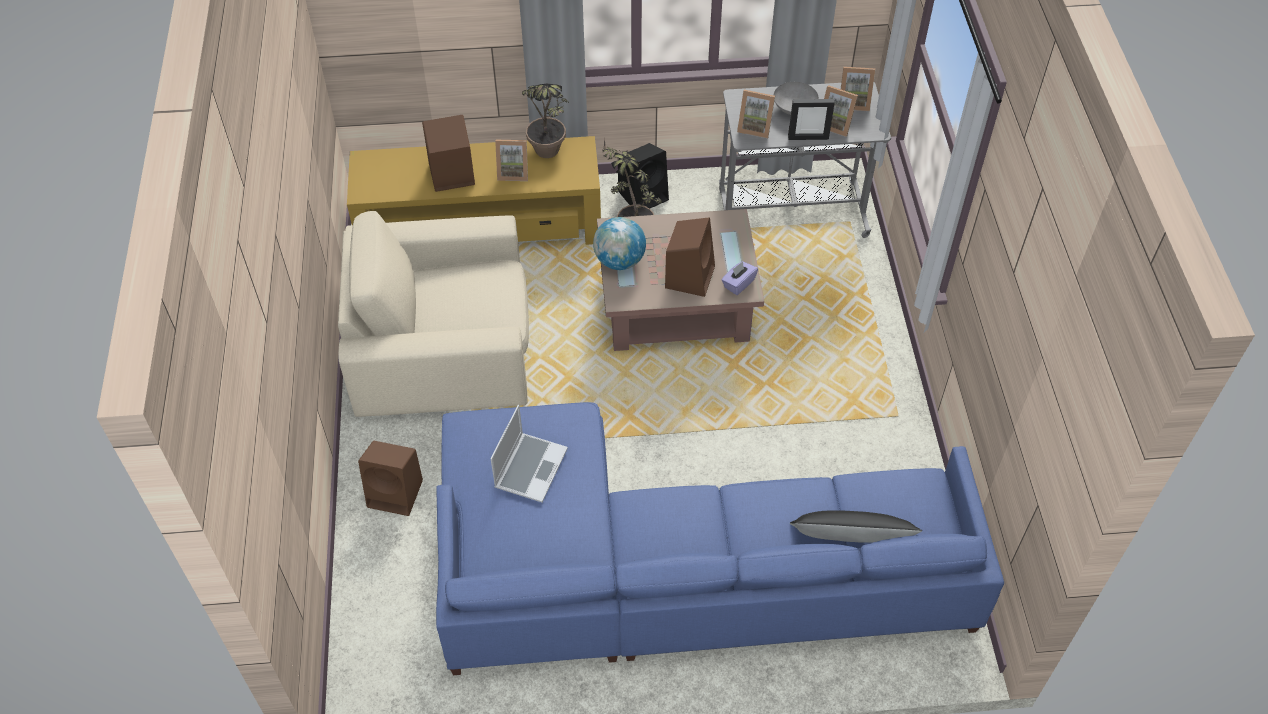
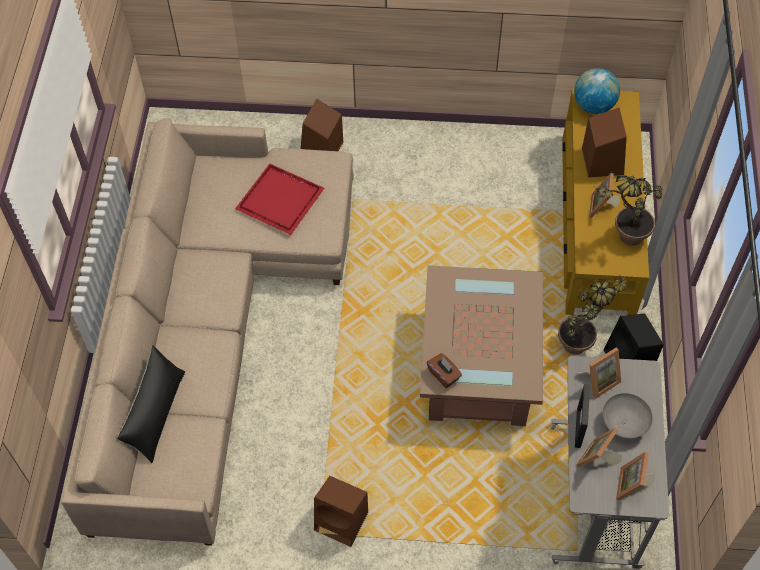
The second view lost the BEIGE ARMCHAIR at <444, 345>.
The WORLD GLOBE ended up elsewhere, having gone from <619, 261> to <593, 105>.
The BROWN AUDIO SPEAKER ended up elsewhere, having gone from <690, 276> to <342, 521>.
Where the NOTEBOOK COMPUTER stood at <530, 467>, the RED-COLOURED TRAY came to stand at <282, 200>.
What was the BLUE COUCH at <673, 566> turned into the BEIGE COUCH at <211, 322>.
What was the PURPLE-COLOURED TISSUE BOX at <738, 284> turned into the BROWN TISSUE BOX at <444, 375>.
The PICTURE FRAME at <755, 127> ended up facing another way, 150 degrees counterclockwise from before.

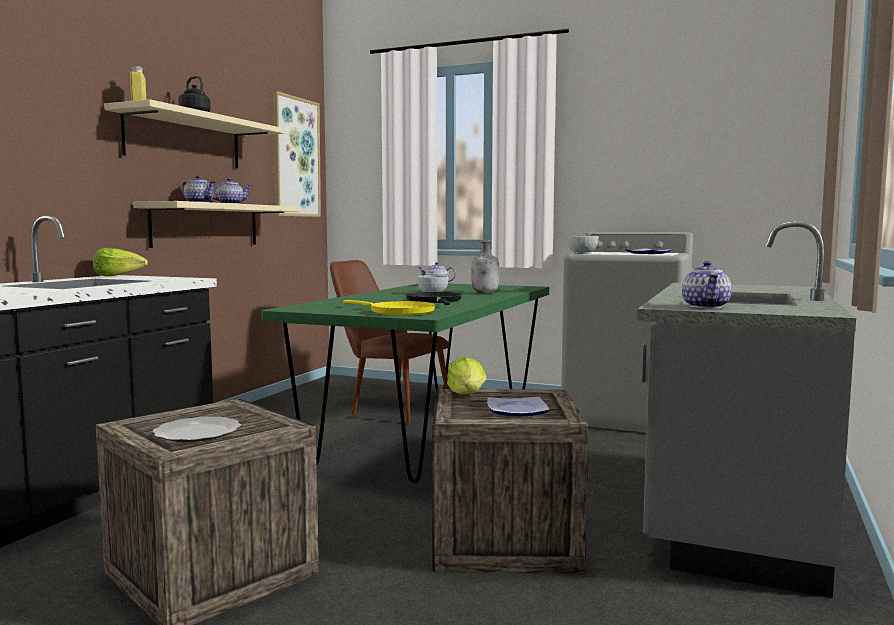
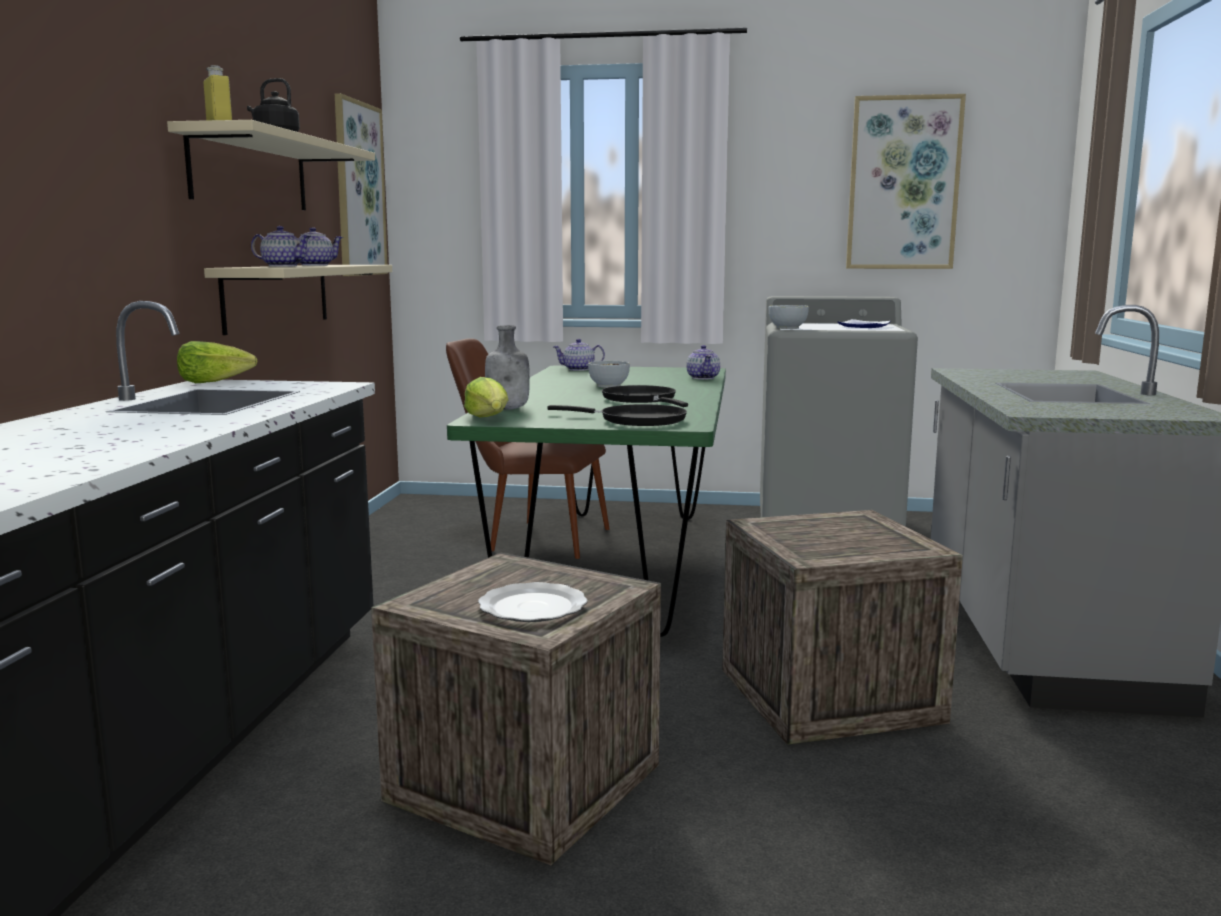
The second view lost the PLATE at <516, 410>.
The second view gained the WALL ART at <903, 183>.
The LETTUCE ended up elsewhere, having gone from <468, 395> to <489, 418>.
The GRAY DRINK BOTTLE ended up elsewhere, having gone from <485, 293> to <509, 408>.
The POT FOR TEA ended up elsewhere, having gone from <706, 306> to <703, 378>.
What was the YELLOWISH PAN at <398, 312> turned into the BLACKISH PAN at <636, 420>.

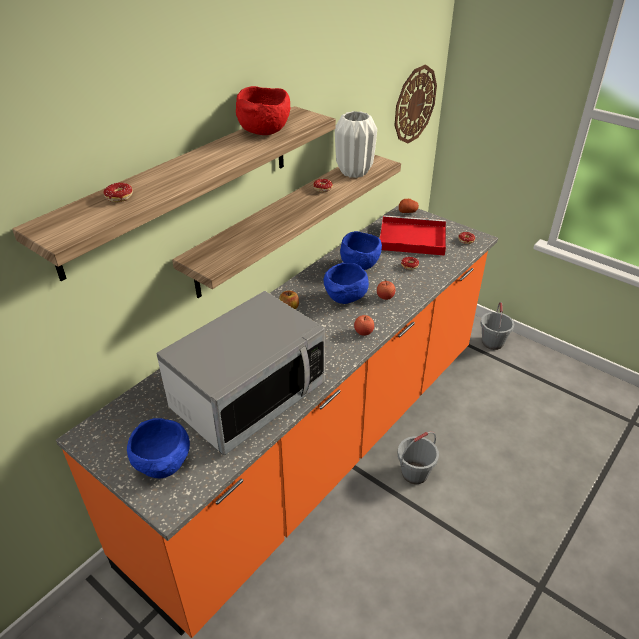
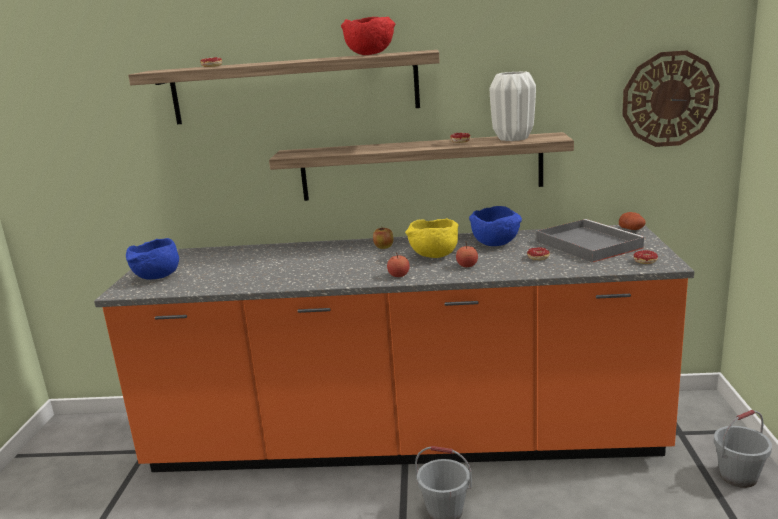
The second view lost the KITCHEN MICROWAVE at <248, 397>.
What was the BLUE SERVING BOWL at <345, 299> turned into the YELLOWISH SERVING BOWL at <433, 256>.
What was the RED-COLOURED TRAY at <410, 238> turned into the GRAY TRAY at <586, 244>.

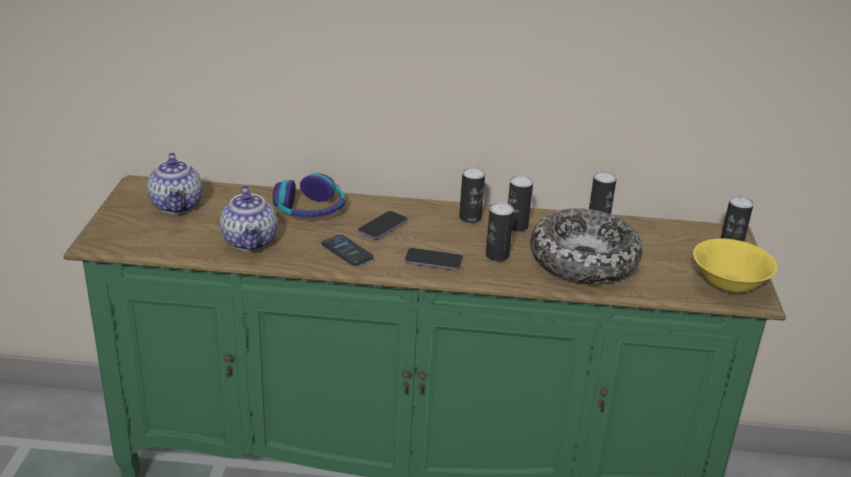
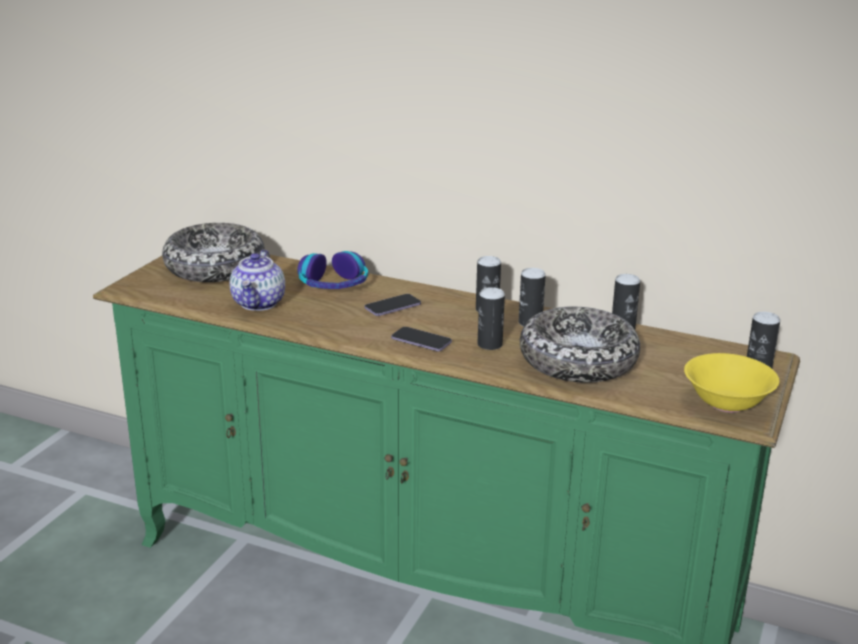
The second view lost the HANDSET at <347, 251>.
Where the POT FOR TEA stood at <177, 205>, the SERVING BOWL came to stand at <215, 267>.

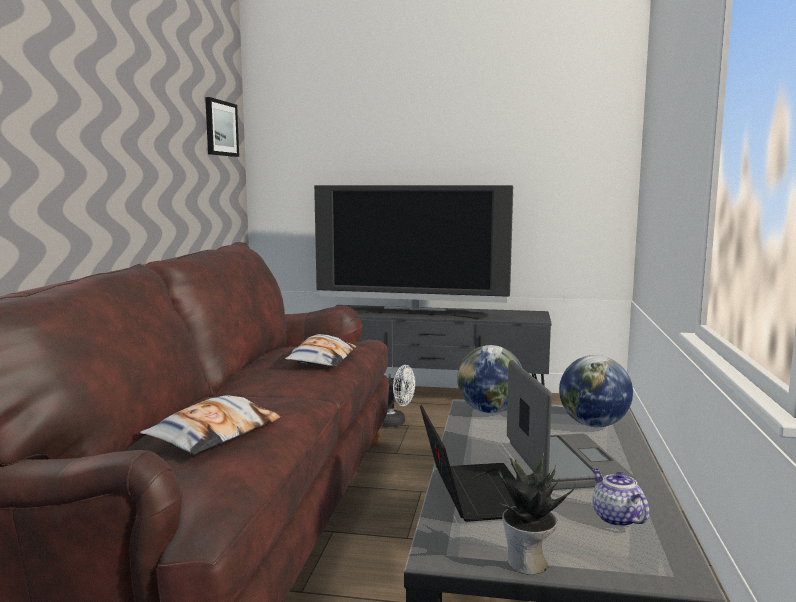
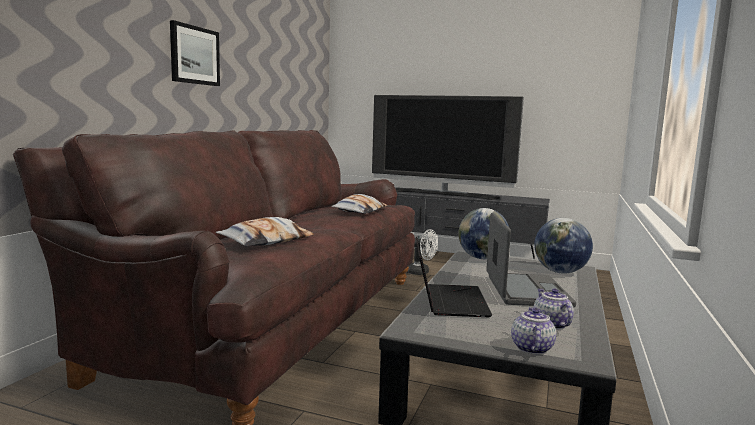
The second view lost the HOUSEPLANT at <528, 564>.
The second view gained the POT FOR TEA at <531, 348>.
The WALL ART ended up elsewhere, having gone from <221, 128> to <194, 55>.

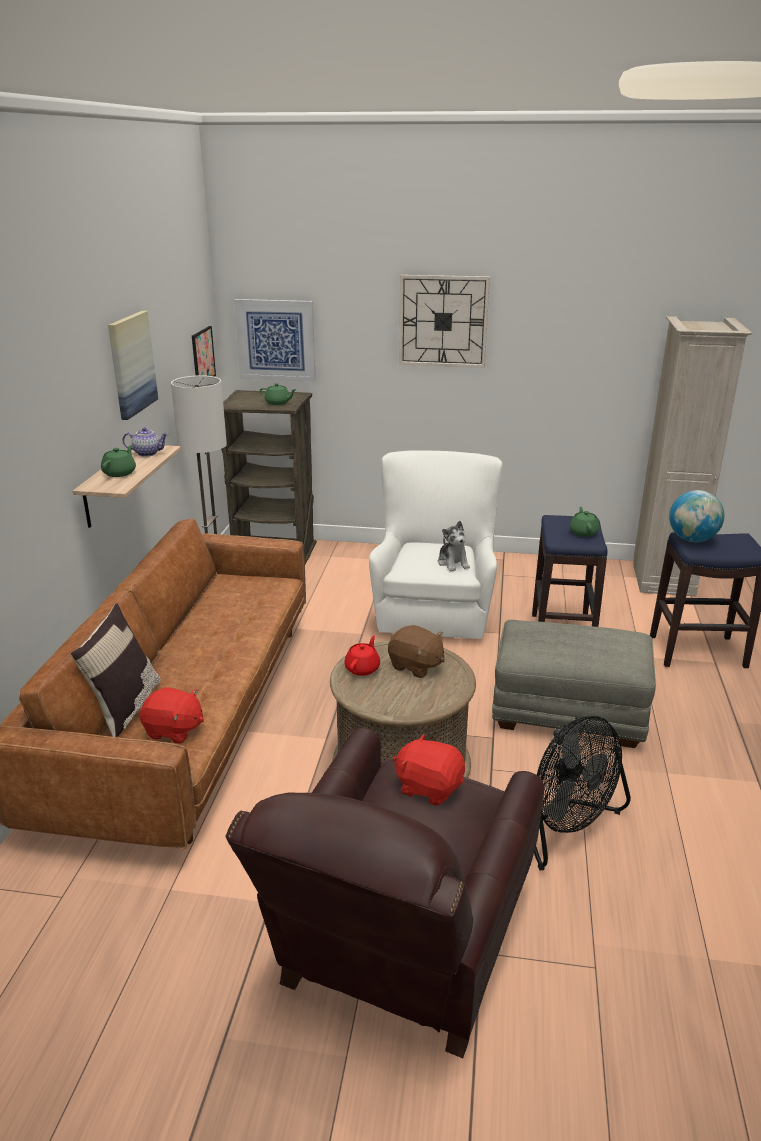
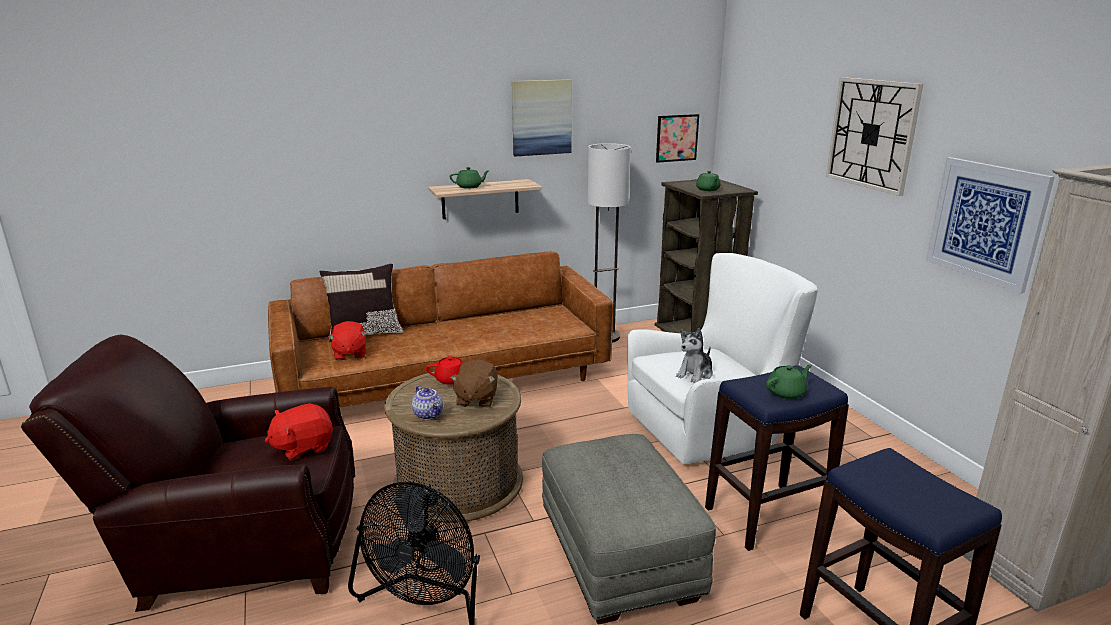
The second view lost the WORLD GLOBE at <692, 540>.
The POT FOR TEA ended up elsewhere, having gone from <147, 453> to <429, 414>.
The WALL ART ended up elsewhere, having gone from <276, 340> to <986, 222>.
The RED-COLOURED SOFT TOY at <429, 787> ended up facing another way, 120 degrees counterclockwise from before.

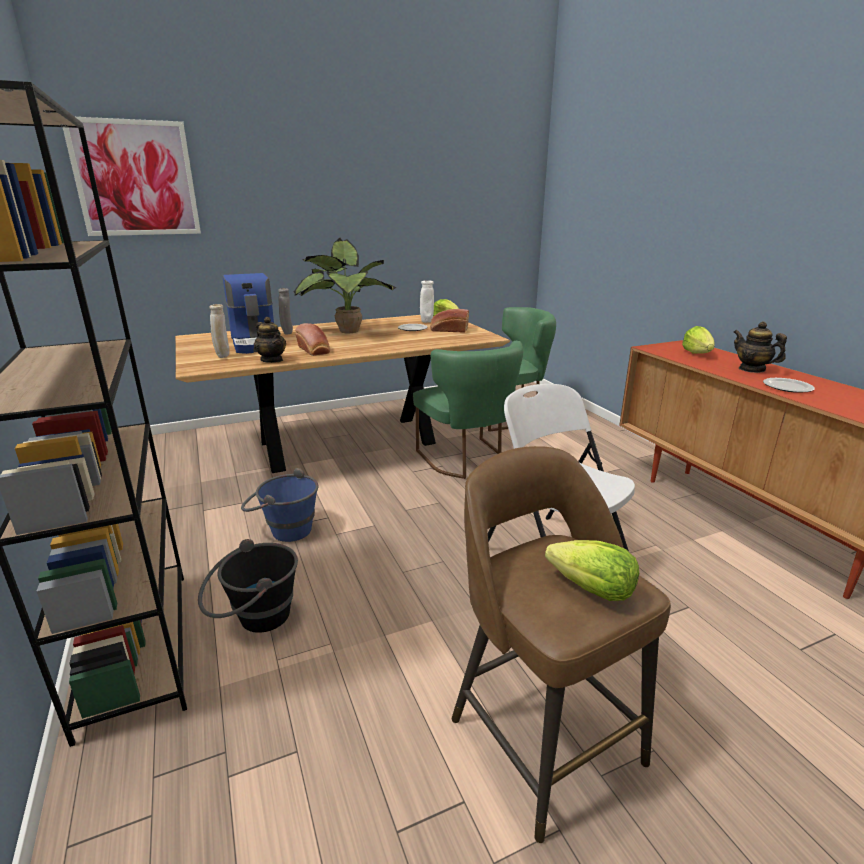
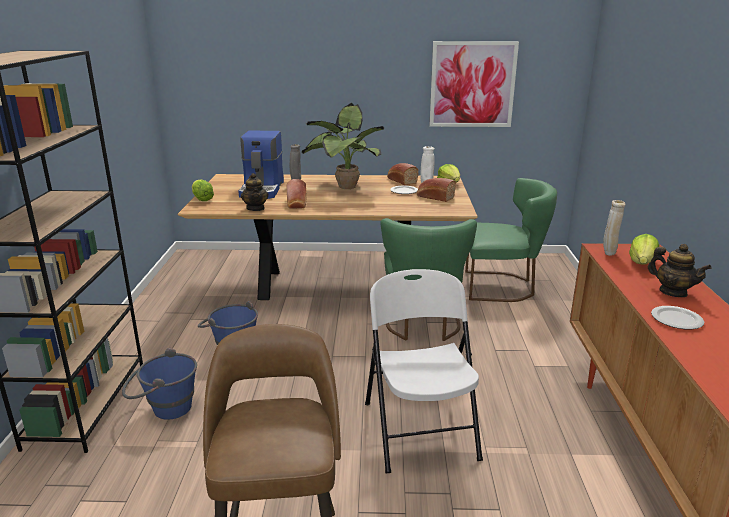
The second view gained the BAKERY BREAD at <401, 180>.
The WALL ART ended up elsewhere, having gone from <135, 179> to <472, 84>.
The BEIGE VASE ended up elsewhere, having gone from <223, 357> to <608, 253>.
The LETTUCE ended up elsewhere, having gone from <592, 590> to <202, 199>.
What was the BLACKISH BUCKET at <254, 619> turned into the BLUE BUCKET at <164, 408>.
The POT FOR TEA at <752, 369> ended up facing another way, 150 degrees clockwise from before.

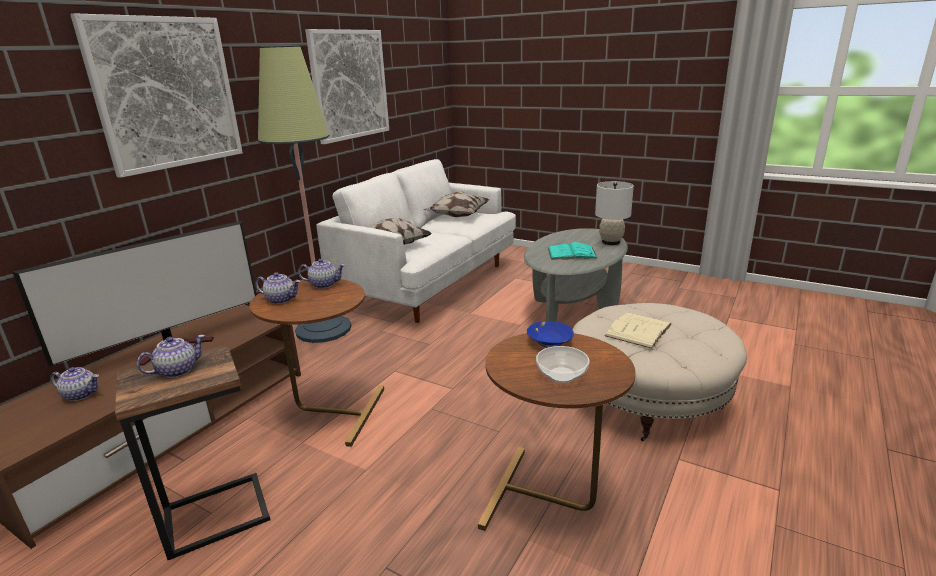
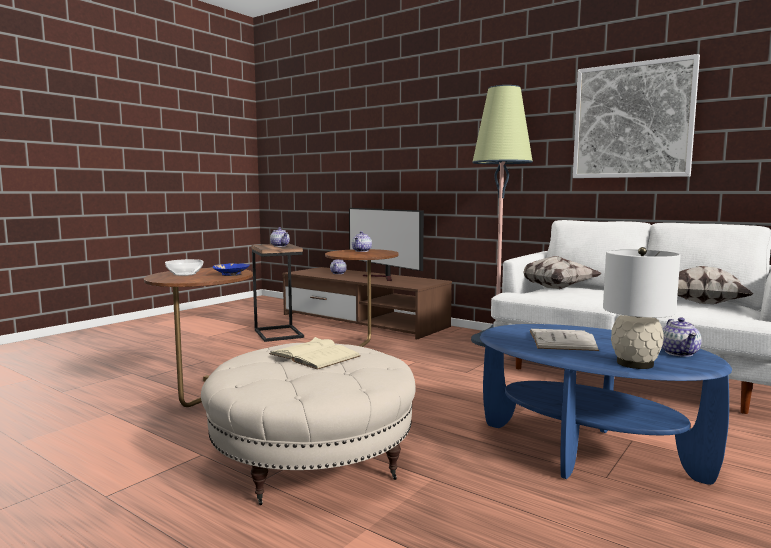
The second view lost the WALL ART at <166, 93>.
The POT FOR TEA ended up elsewhere, having gone from <324, 284> to <679, 353>.
What was the GRAY LOUNGE TABLE at <573, 308> turned into the BLUE LOUNGE TABLE at <588, 451>.
What was the BLUE-GREEN BOUND BOOK at <571, 253> turned into the WHITISH BOUND BOOK at <562, 340>.

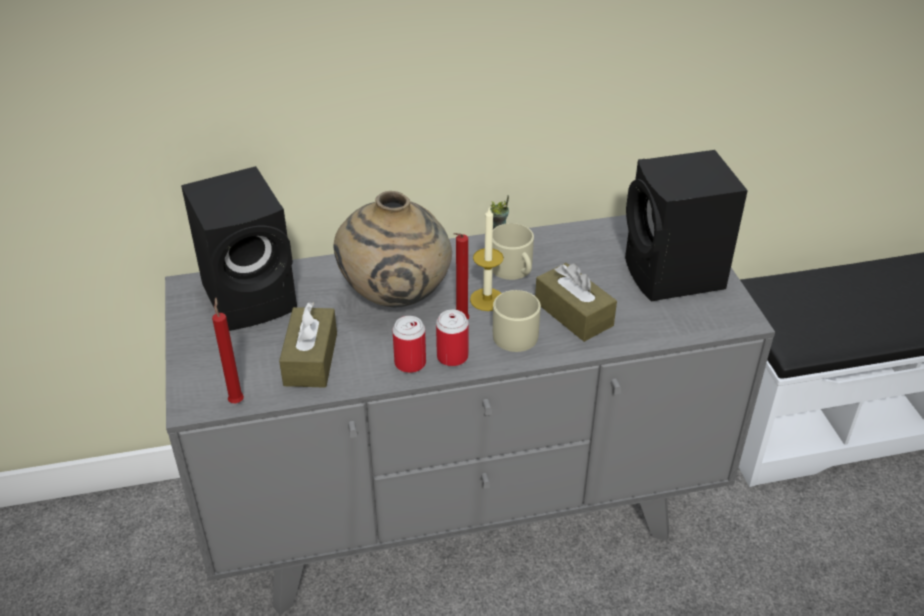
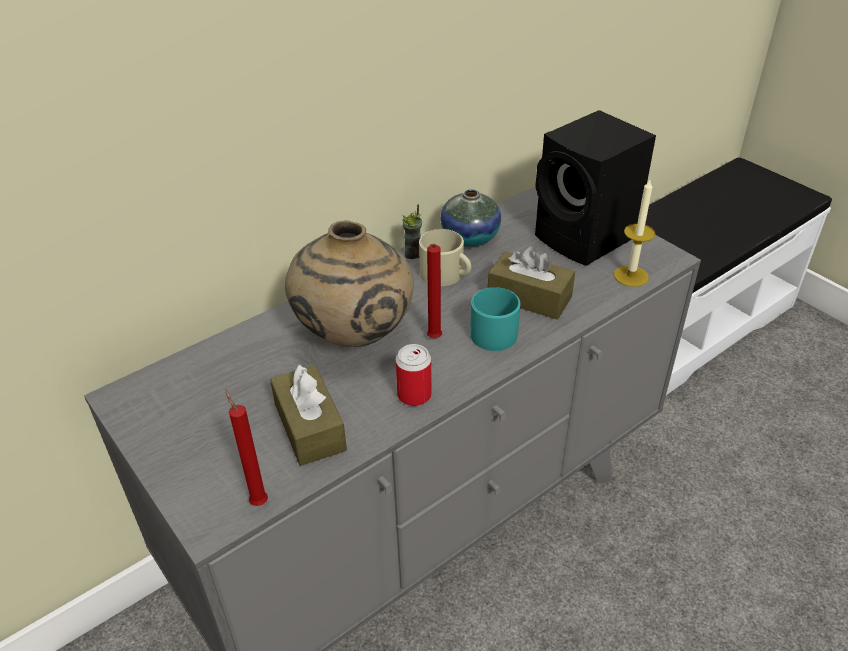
The second view lost the BLACKISH AUDIO SPEAKER at <253, 297>.
The second view lost the SEALED CAN at <452, 357>.
The second view gained the VASE at <470, 238>.
The WAX LIGHT ended up elsewhere, having gone from <487, 299> to <631, 276>.
What was the BEIGE MUG at <516, 332> turned into the BLUE-GREEN MUG at <491, 331>.

